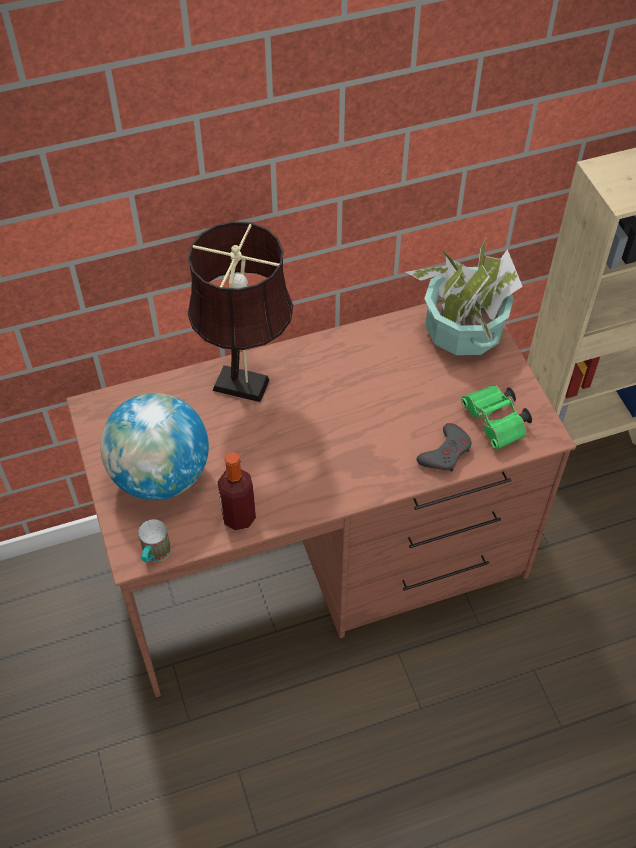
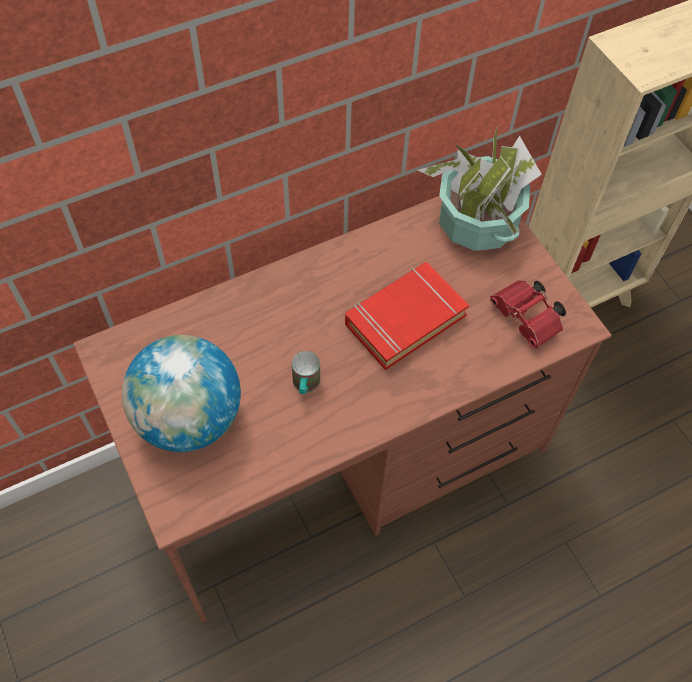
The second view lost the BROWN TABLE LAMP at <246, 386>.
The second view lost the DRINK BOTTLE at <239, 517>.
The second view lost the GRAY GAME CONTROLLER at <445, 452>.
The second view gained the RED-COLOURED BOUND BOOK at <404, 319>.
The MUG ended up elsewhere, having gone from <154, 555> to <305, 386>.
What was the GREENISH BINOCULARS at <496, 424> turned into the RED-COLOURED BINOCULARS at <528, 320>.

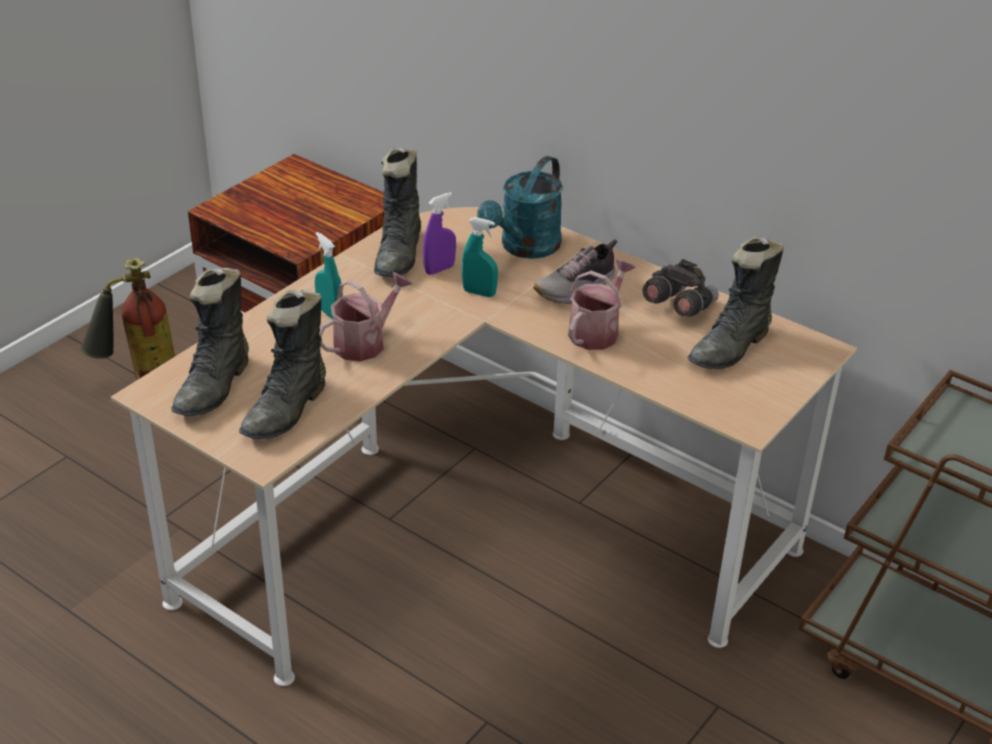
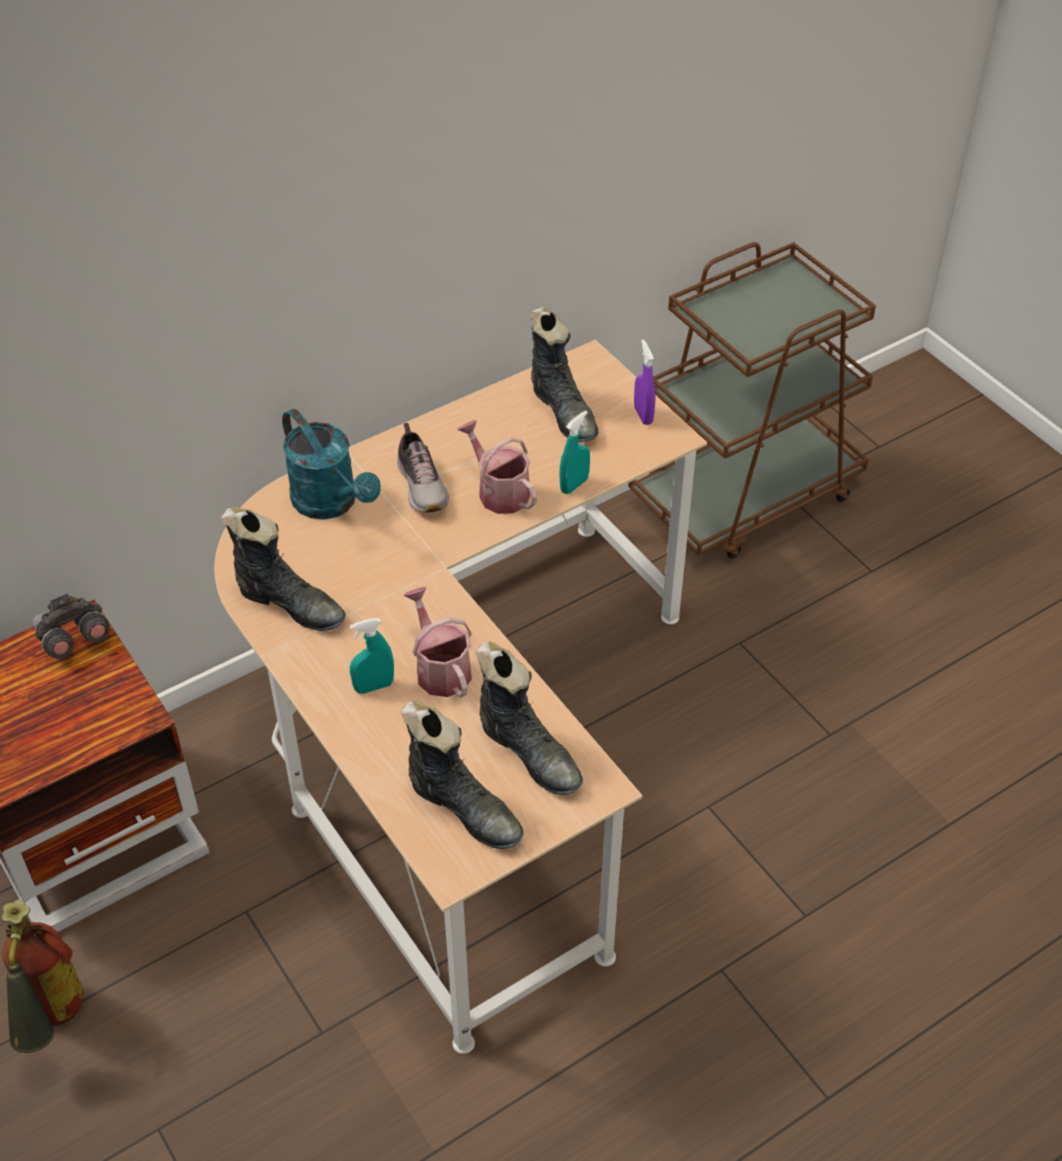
The PURPLE-COLOURED HAND SPRAYER ended up elsewhere, having gone from <439, 269> to <643, 415>.
The BLUE-GREEN HAND SPRAYER ended up elsewhere, having gone from <479, 293> to <574, 485>.
The GRAY BINOCULARS ended up elsewhere, having gone from <678, 307> to <73, 639>.

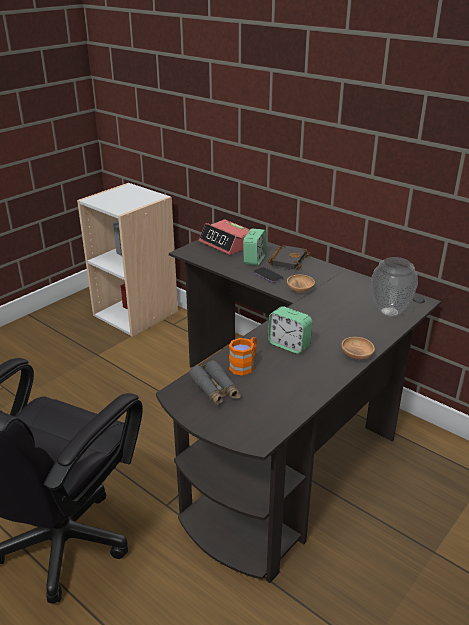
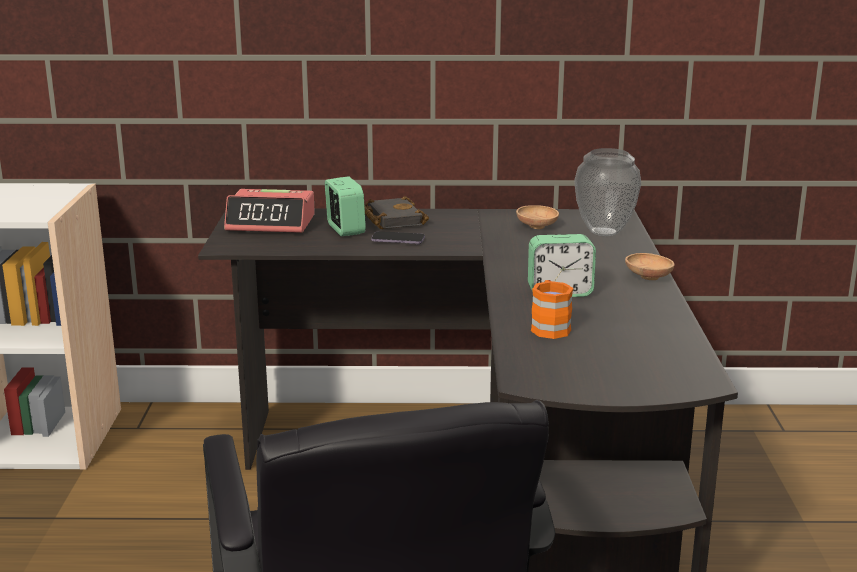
The second view lost the GRAY BINOCULARS at <215, 390>.
The BROWN SERVING BOWL ended up elsewhere, having gone from <300, 290> to <537, 226>.

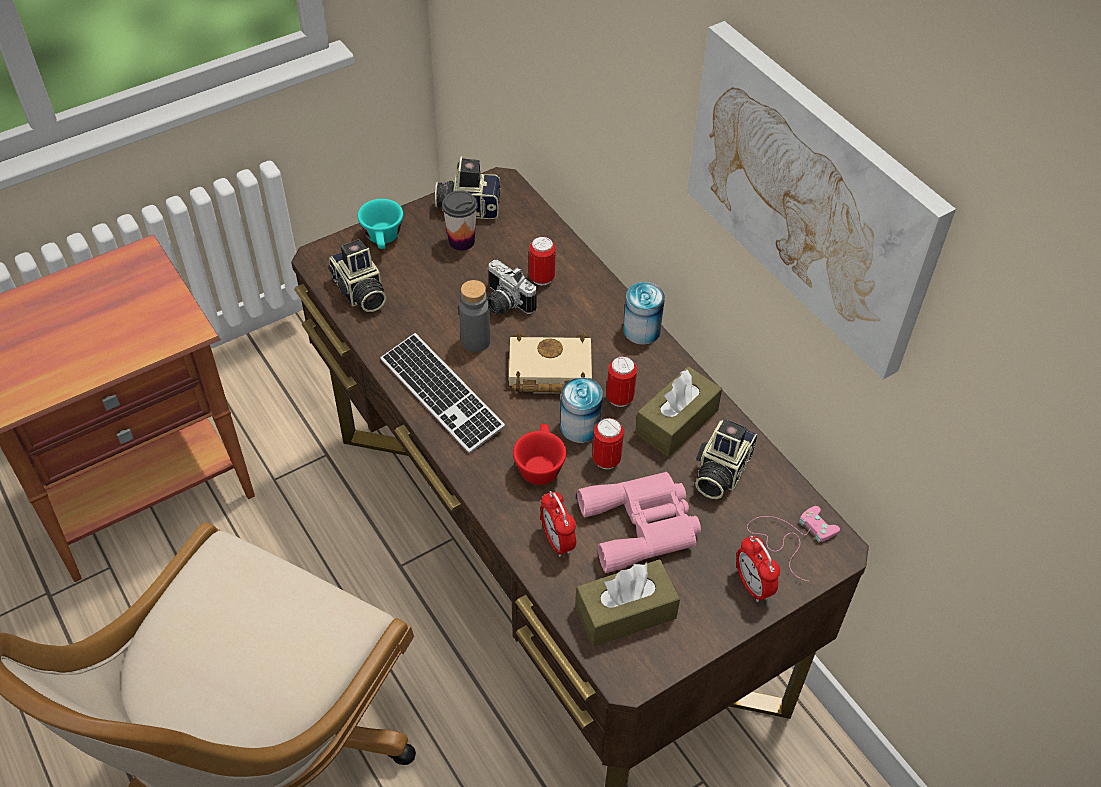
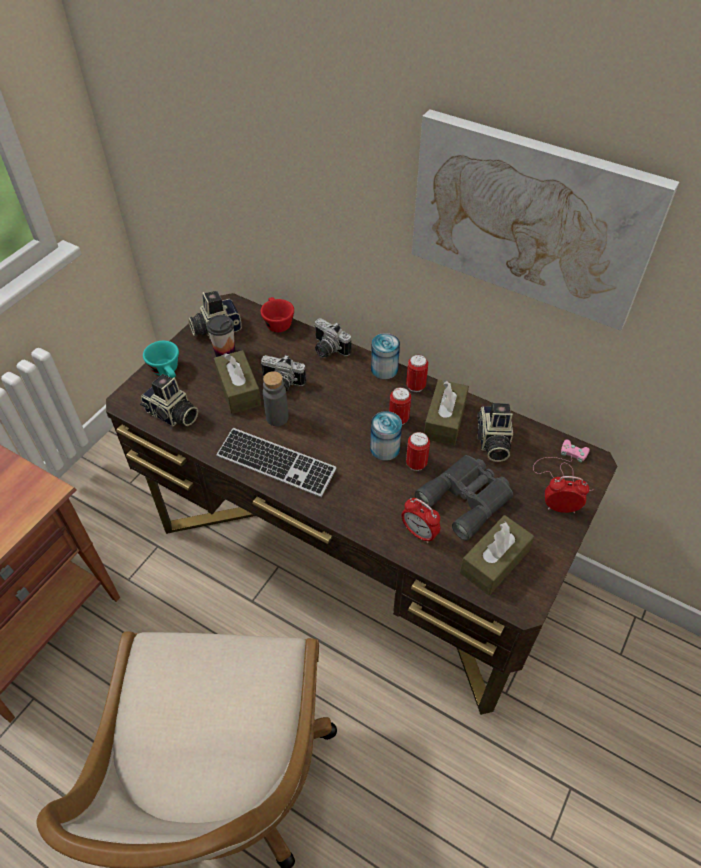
The second view lost the BEIGE BOUND BOOK at <547, 371>.
The second view gained the BROWN TISSUE BOX at <238, 390>.
The second view gained the STILL CAMERA at <327, 350>.
The RED-COLOURED DRINKING CUP ended up elsewhere, having gone from <539, 465> to <277, 322>.
The SEALED CAN ended up elsewhere, having gone from <541, 278> to <415, 386>.
What was the PINK BINOCULARS at <643, 526> turned into the GRAY BINOCULARS at <467, 498>.
The TABLE CLOCK at <752, 586> ended up facing another way, 150 degrees clockwise from before.

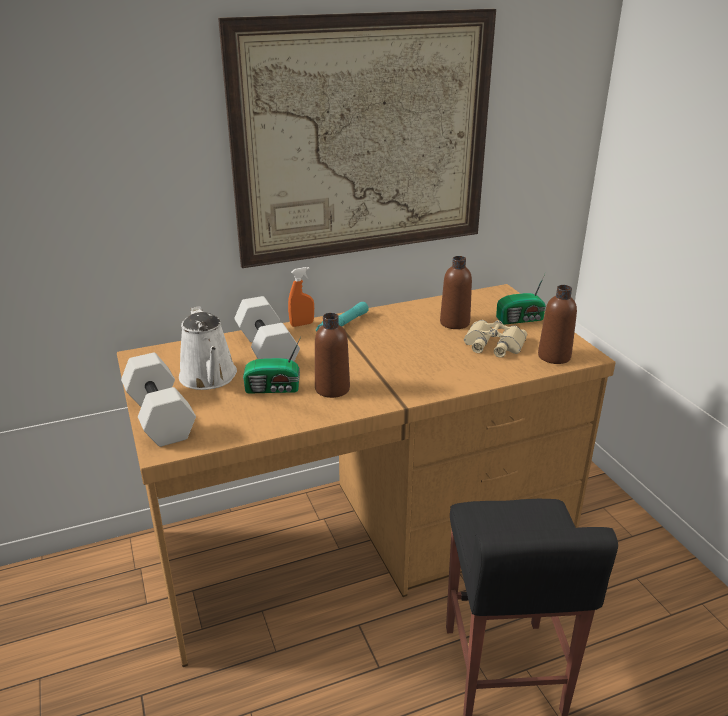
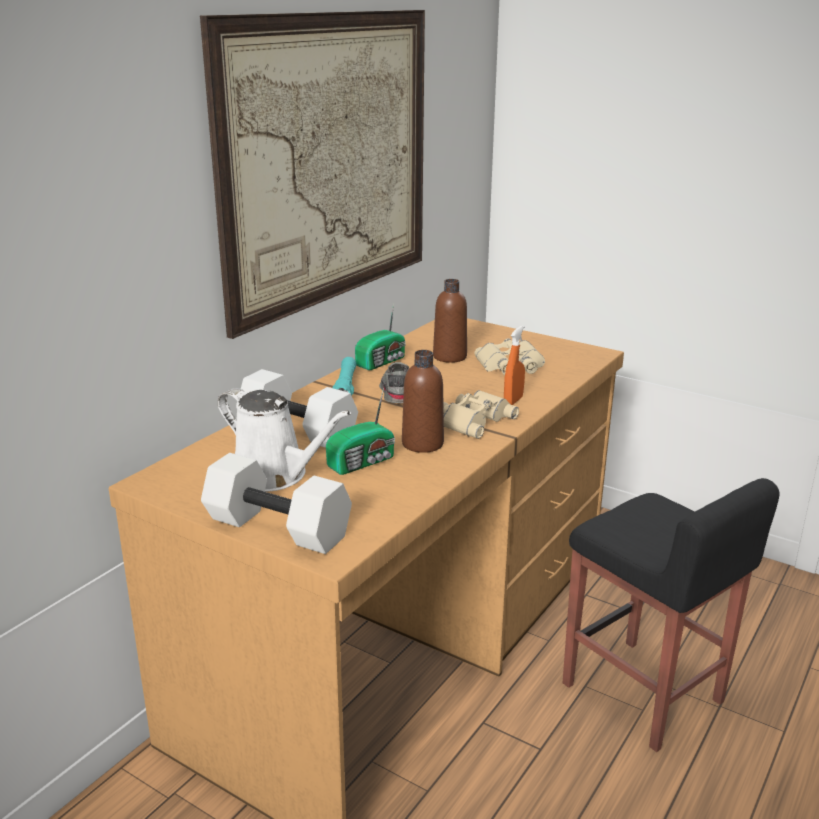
The second view lost the BROWN DRINK BOTTLE at <554, 356>.
The second view gained the GRAY LOW SHOE at <395, 392>.
The second view gained the BEIGE BINOCULARS at <473, 420>.
The ORANGE-COLOURED HAND SPRAYER ended up elsewhere, having gone from <302, 324> to <513, 401>.
The RADIO RECEIVER ended up elsewhere, having gone from <521, 319> to <382, 361>.

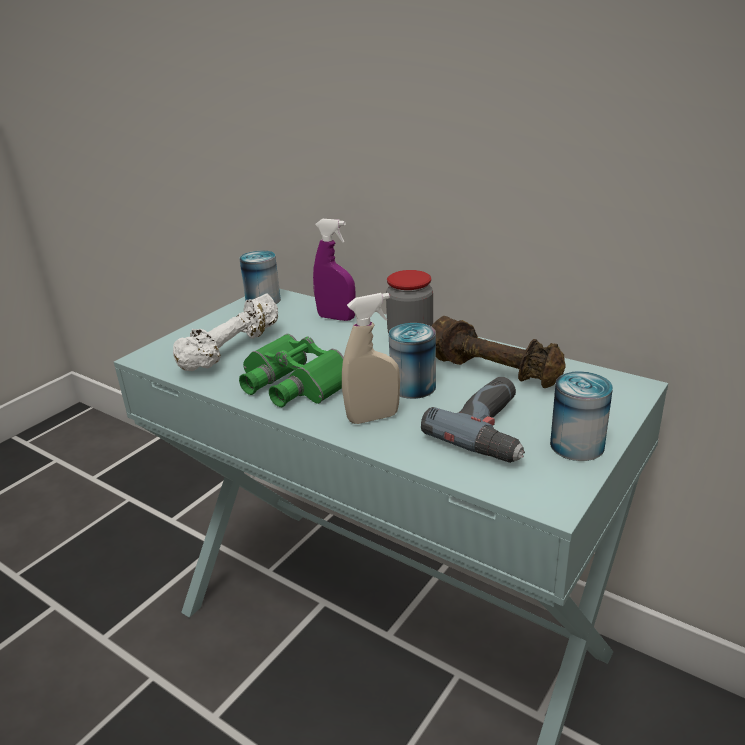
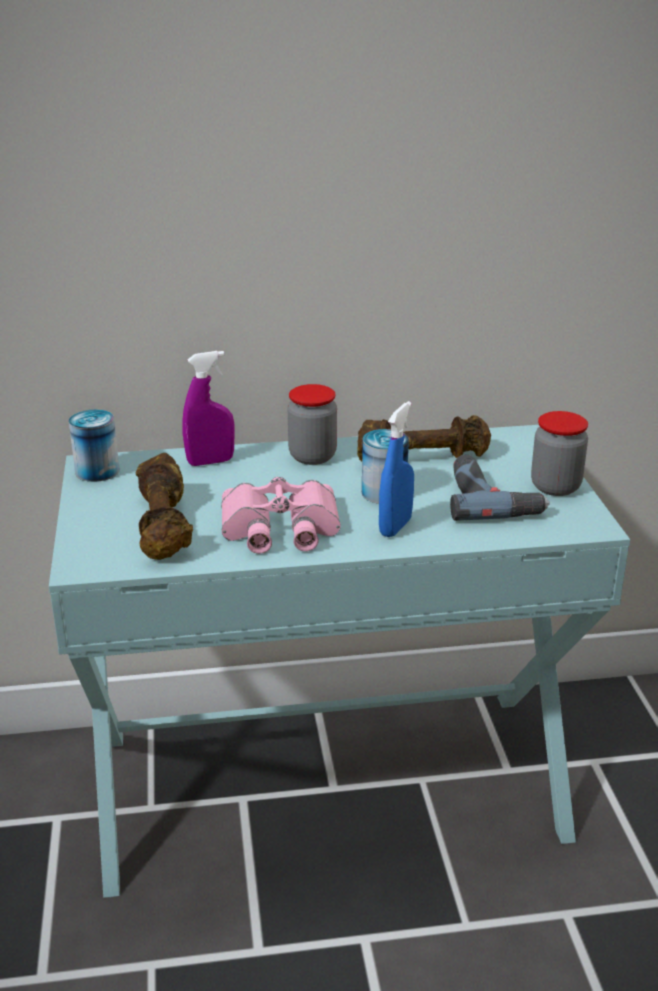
Where the SEALED CAN stood at <577, 445>, the PRESERVE JAR came to stand at <555, 487>.
What was the WHITISH FREE WEIGHT at <232, 351> turned into the BROWN FREE WEIGHT at <165, 526>.
What was the GREENISH BINOCULARS at <294, 382> turned into the PINK BINOCULARS at <279, 528>.
What was the BEIGE HAND SPRAYER at <373, 417> turned into the BLUE HAND SPRAYER at <395, 527>.

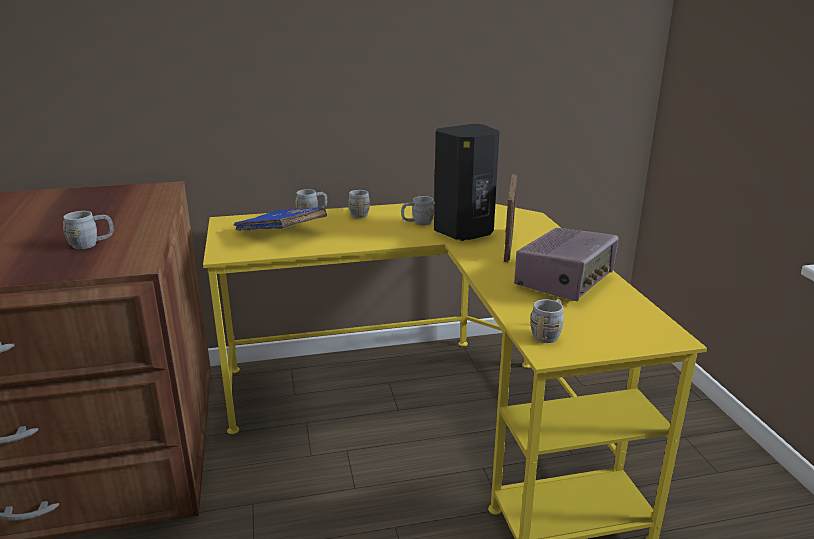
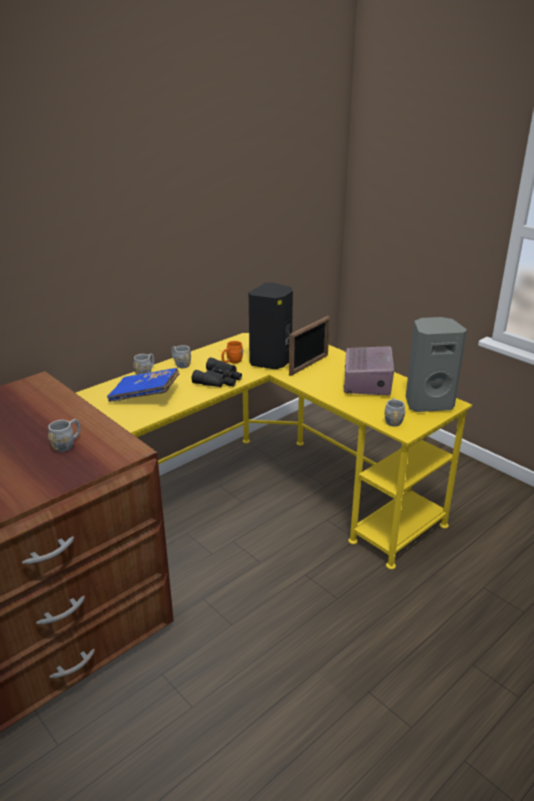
The second view gained the BLACKISH BINOCULARS at <219, 379>.
The second view gained the GRAY AUDIO SPEAKER at <427, 403>.
What was the GRAY MUG at <417, 222> turned into the ORANGE-COLOURED MUG at <232, 361>.
The PICTURE FRAME at <508, 245> ended up facing another way, 60 degrees clockwise from before.

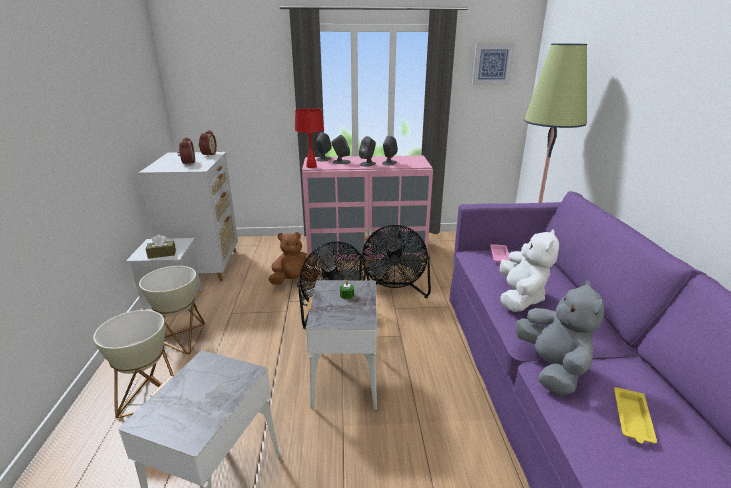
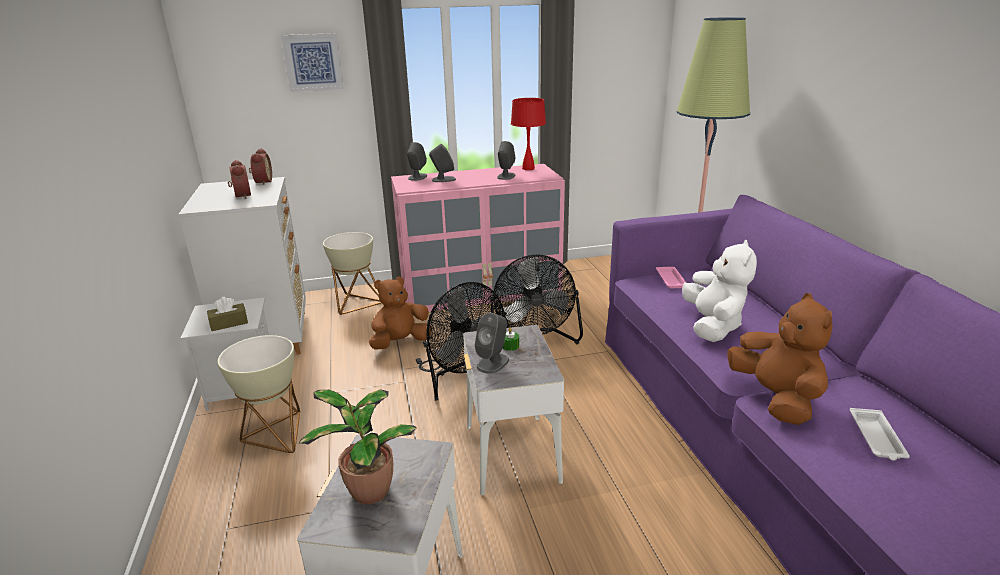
The second view gained the HOUSEPLANT at <367, 490>.
The FLOWER POT ended up elsewhere, having gone from <150, 397> to <357, 303>.
The RED-COLOURED TABLE LAMP ended up elsewhere, having gone from <311, 166> to <528, 168>.
The GRAY AUDIO SPEAKER ended up elsewhere, having gone from <367, 164> to <493, 363>.
The WALL ART ended up elsewhere, having gone from <492, 64> to <313, 62>.
What was the GRAY SOFT TOY at <552, 368> turned into the BROWN SOFT TOY at <775, 398>.
What was the YELLOWISH TRAY at <632, 419> turned into the WHITISH TRAY at <876, 438>.

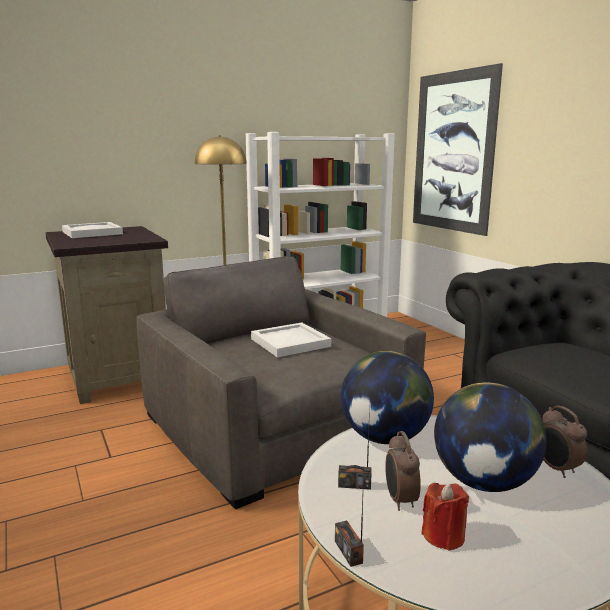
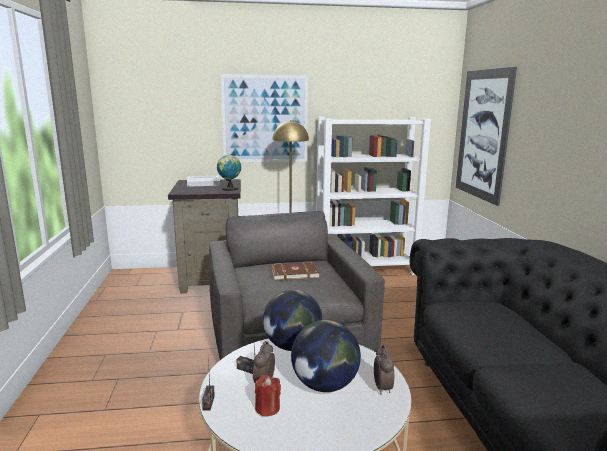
The second view gained the WORLD GLOBE at <229, 189>.
The second view gained the WALL ART at <265, 119>.
Where the WHITISH TRAY stood at <289, 342>, the BROWN BOUND BOOK came to stand at <294, 273>.

